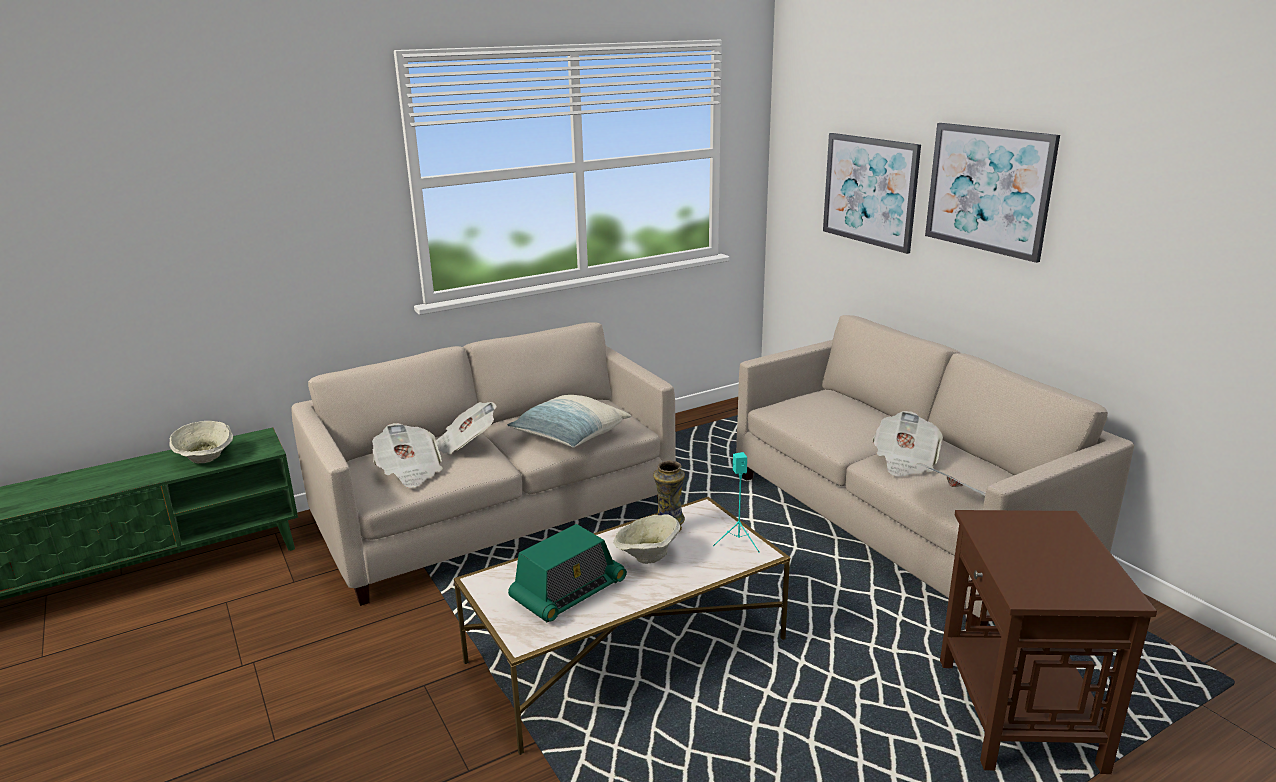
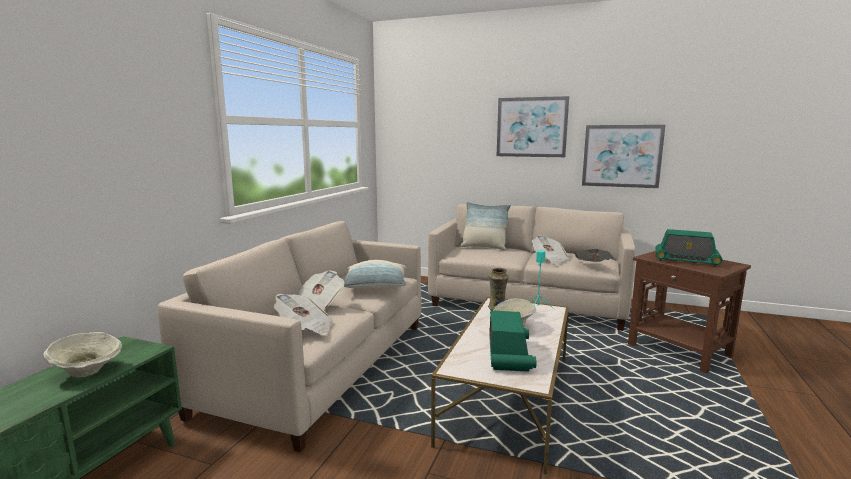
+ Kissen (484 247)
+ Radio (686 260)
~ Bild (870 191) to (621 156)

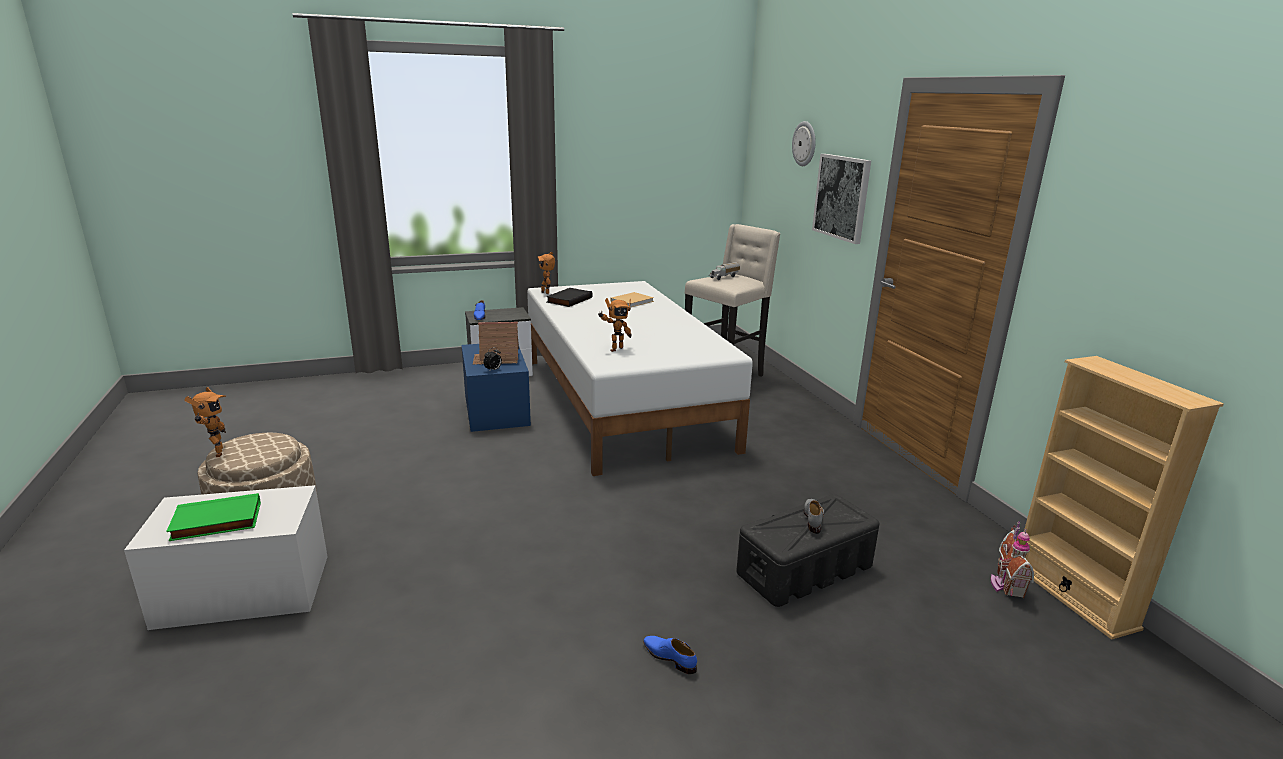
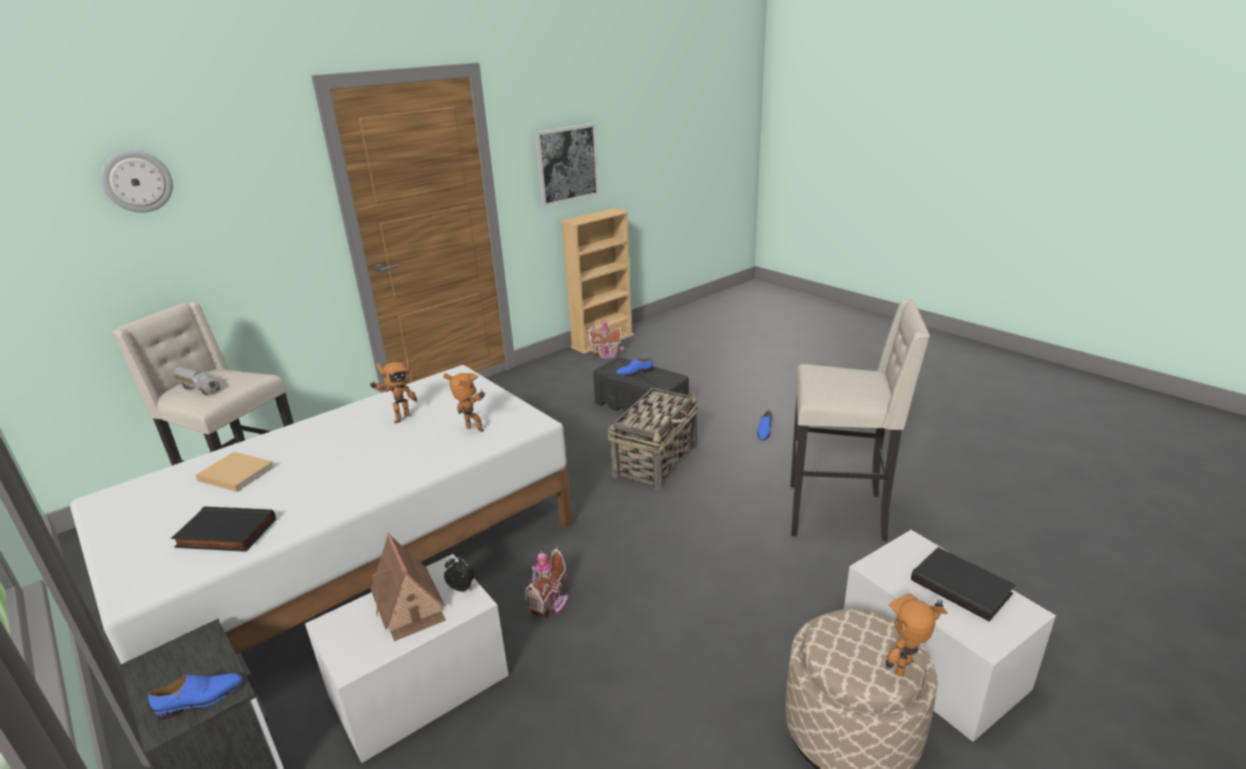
+ Spielzeughaus (551 603)
+ Korb (656 460)
+ Hocker [beige] (838 513)
~ Spielzeugroboter (546 292) to (400 418)
~ Bild (842 197) to (566 164)
~ Buch [grün] (216 522) to Buch [schwarz] (962 586)
~ Aufbewahrungsbox [blau] (496 409) to Aufbewahrungsbox [weiß] (418 685)
~ Schuh [grau] (813 518) to Schuh [blau] (634 372)

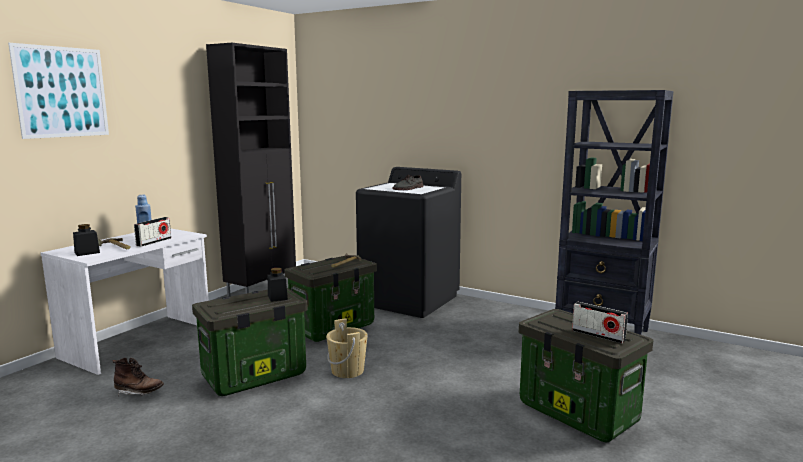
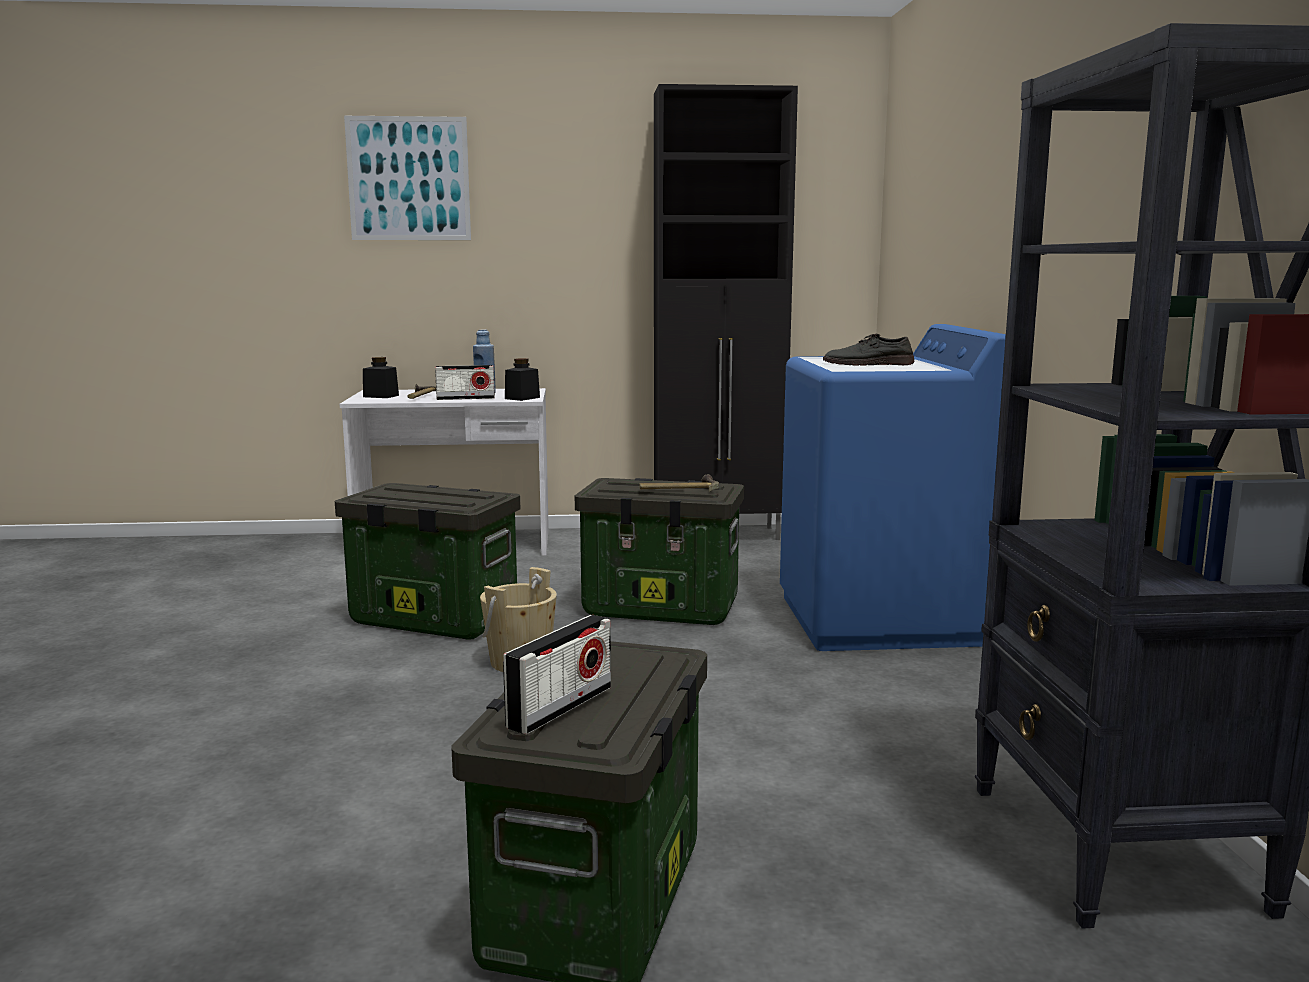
- Stiefel [braun] (139 392)
~ Vorratsglas [schwarz] (277 297) to (522 398)
~ Waschmaschine [schwarz] (409 300) to Waschmaschine [blau] (879 620)
~ Radio (598 335) = (560 707) 150 degrees counterclockwise

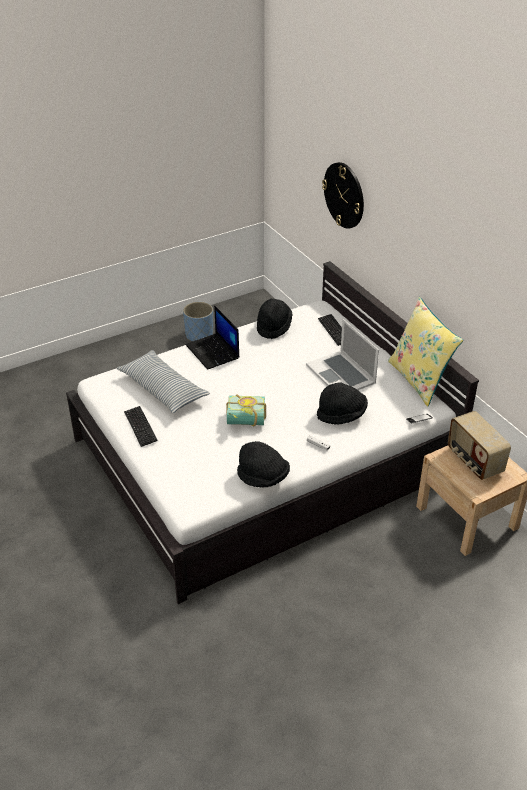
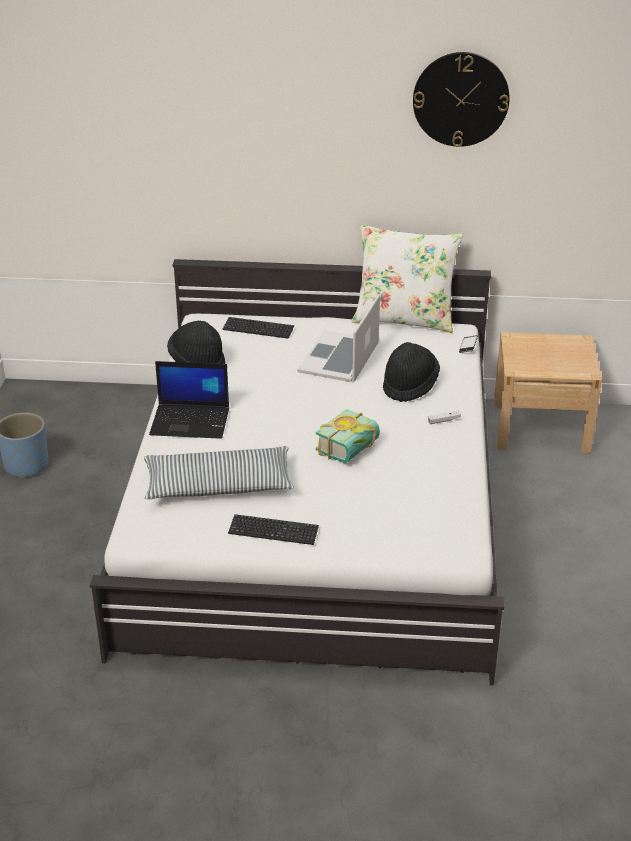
- Hut [schwarz] (263 477)
- Radio (474 461)
~ Wanduhr (344 195) to (460 99)
~ Kissen [gelb] (419 380) to Kissen [weiß] (404 319)
~ Laptop (341 374) = (339 357) 105 degrees clockwise

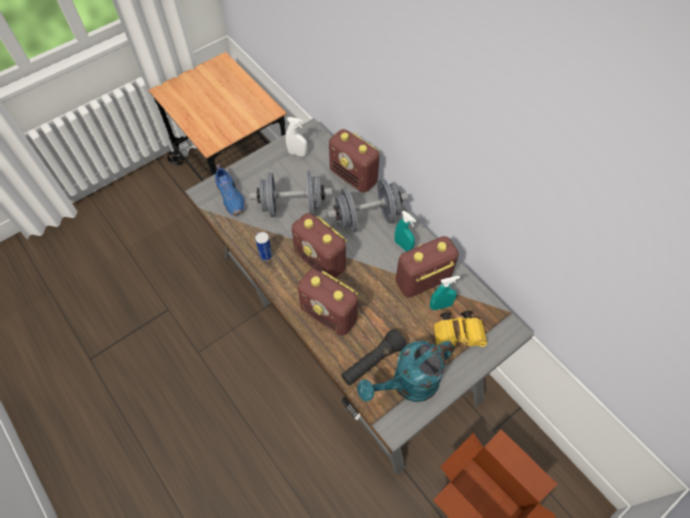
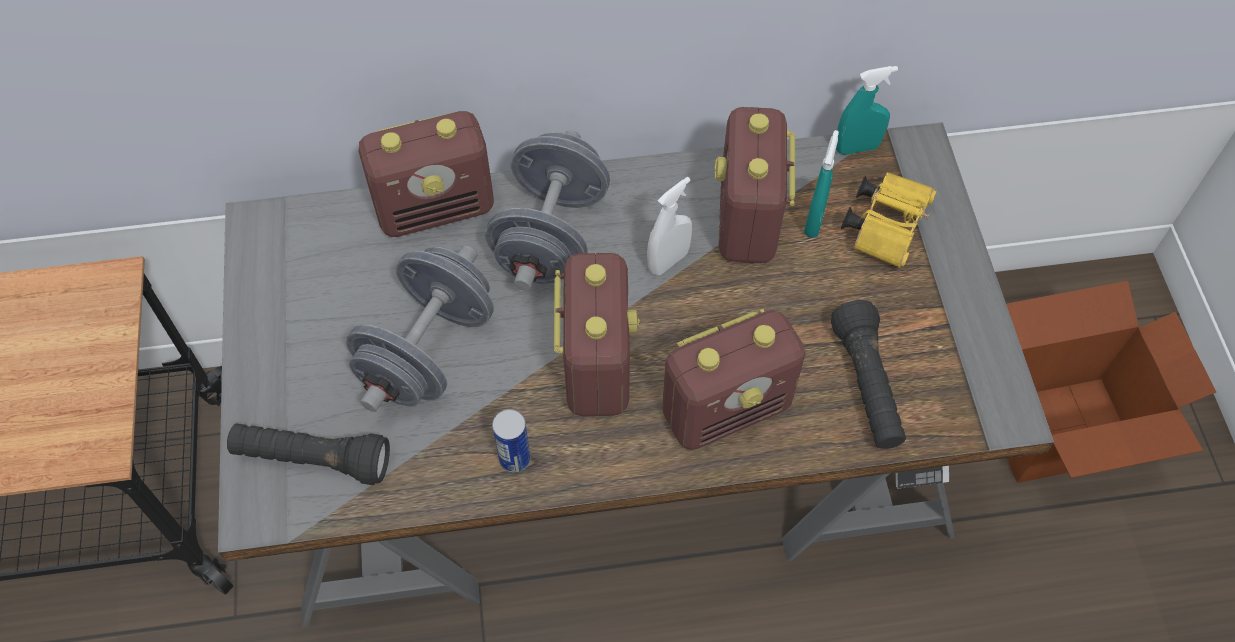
- Gießkanne [türkis] (408 384)
~ Sprühflasche [weiß] (297 153) to (668 261)
~ Sprühflasche [türkis] (403 245) to (857 148)
~ Schuh [blau] (231 197) to Taschenlampe [schwarz] (312 460)
~ Radio (321 261) = (596 364) 75 degrees counterclockwise

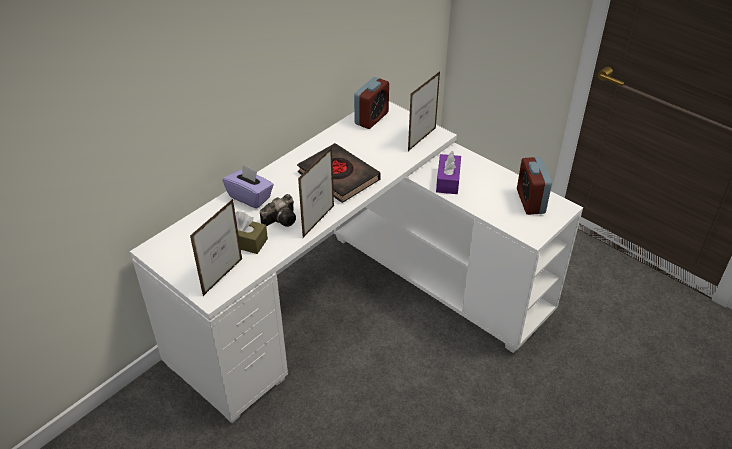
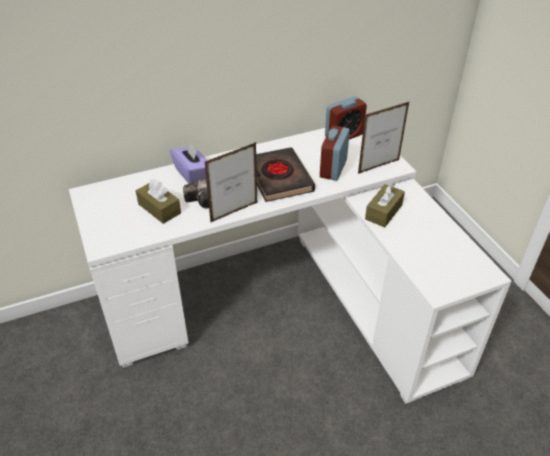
- Bilderrahmen (223 277)
~ Wecker (530 201) to (333 169)
~ Taschentuchbox [lila] (448 180) to Taschentuchbox [braun] (383 212)

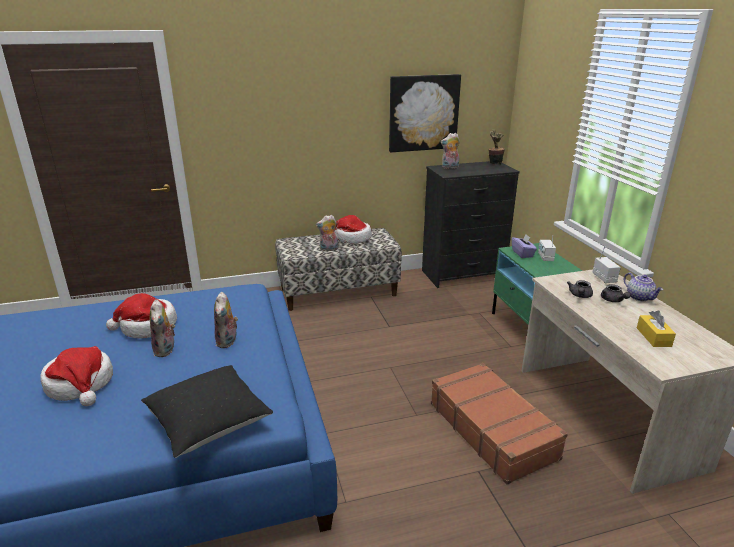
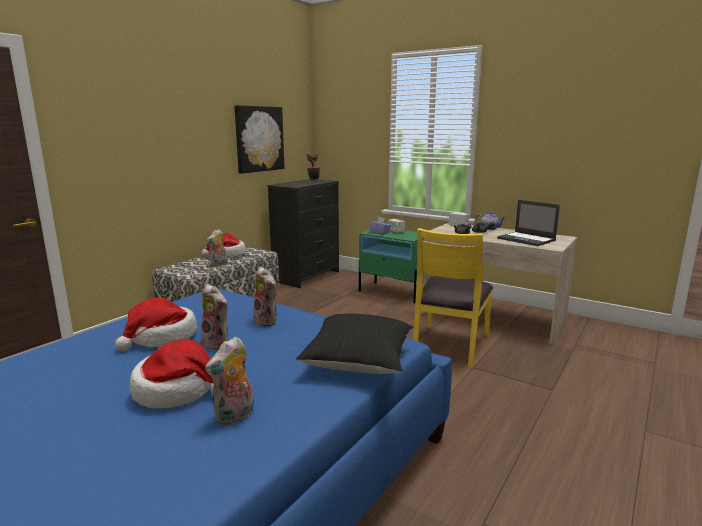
~ Plüschtier (450 167) to (235 416)
~ Koffer [braun] (492 429) to Stuhl [gelb] (449 345)
~ Taschentuchbox [gelb] (653 337) to Laptop (527 239)

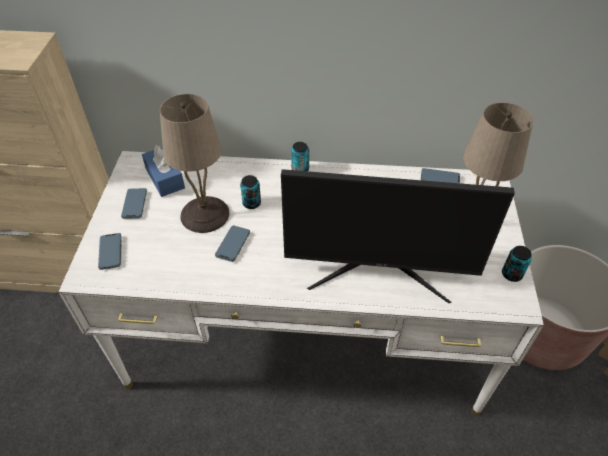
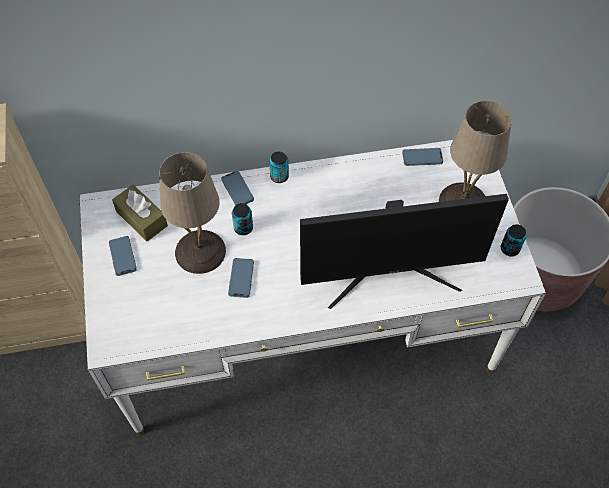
~ Handy (110 252) to (237 190)
~ Taschentuchbox [blau] (165 178) to Taschentuchbox [braun] (141 218)

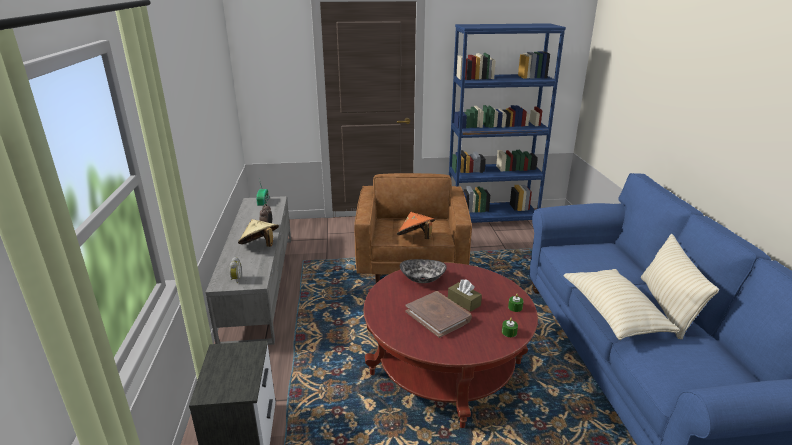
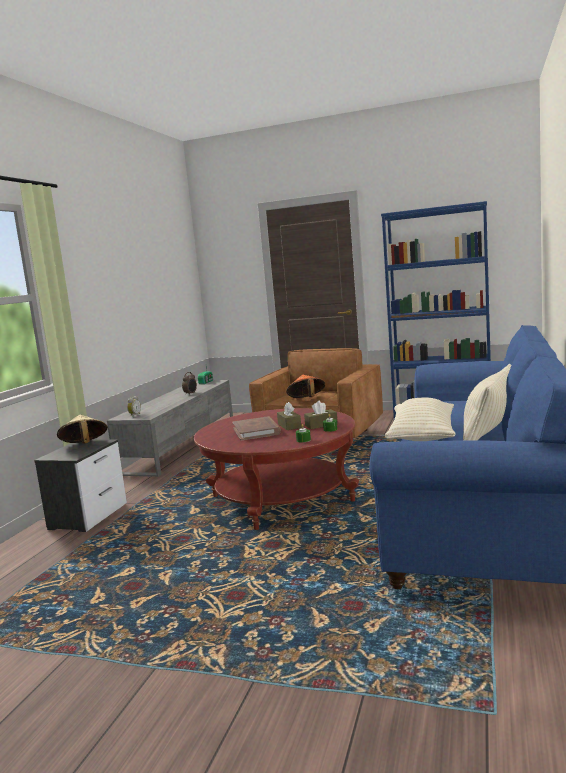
- Schüssel (422 279)
+ Taschentuchbox [braun] (321 425)
~ Hut [beige] (260 246) to (84 446)

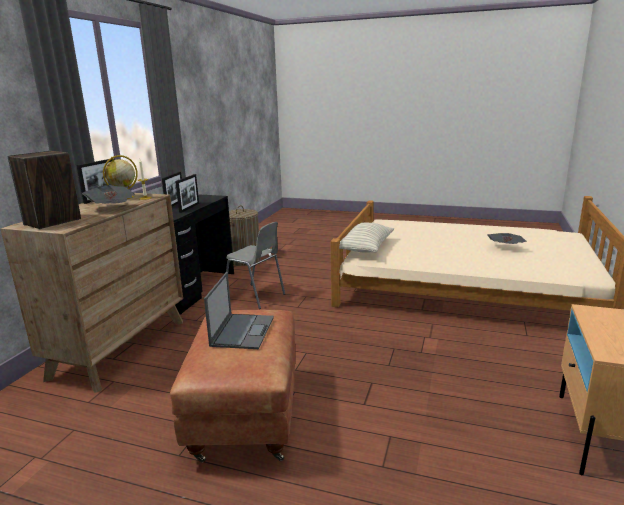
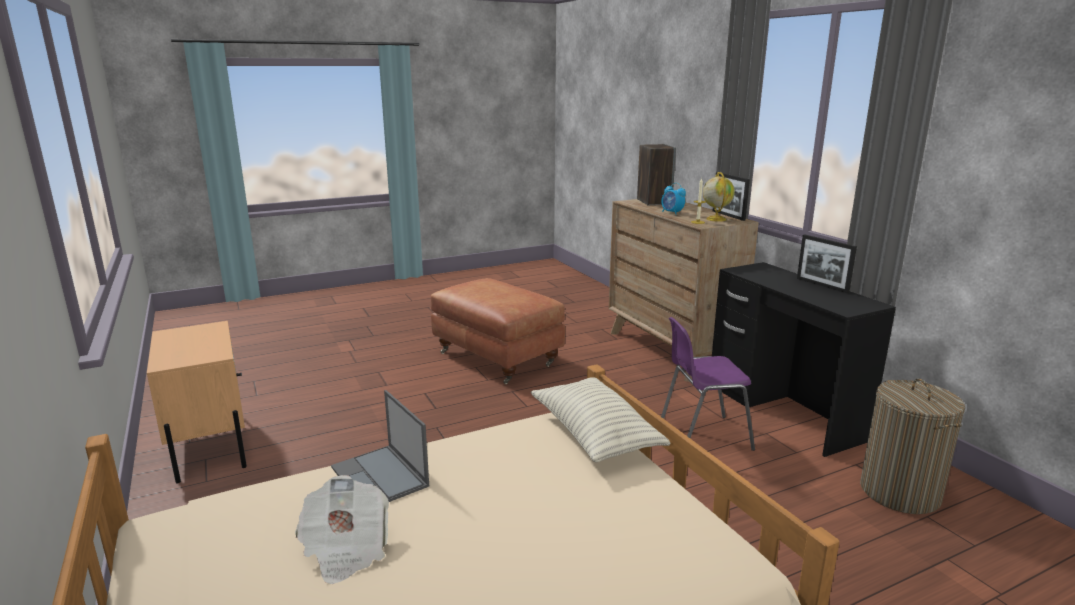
- Bilderrahmen (189 208)
~ Laptop (243 331) to (380 477)
~ Zeitung (112 208) to Wecker (672 213)
~ Stuhl [grau] (256 297) to Stuhl [lila] (702 436)

